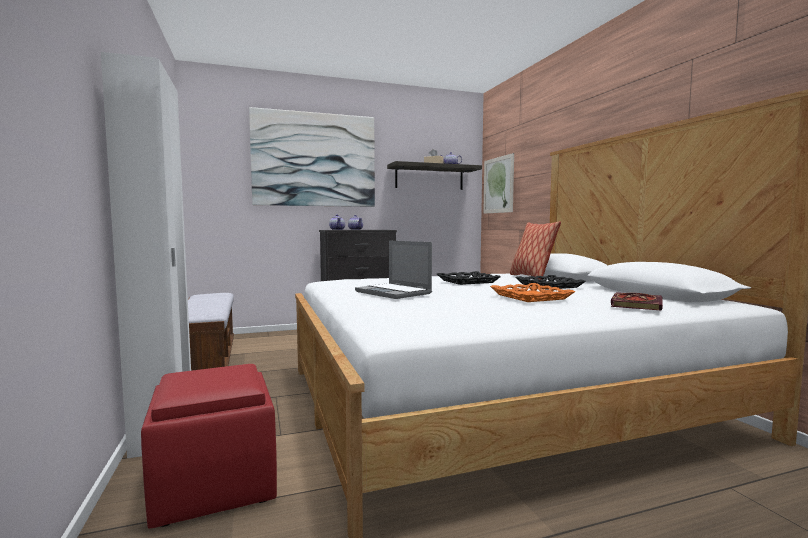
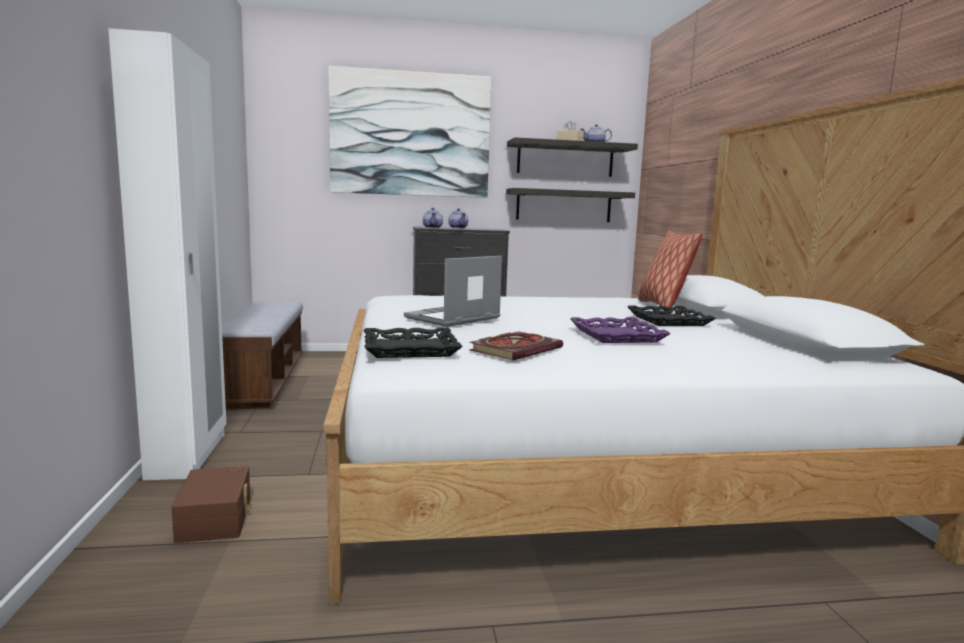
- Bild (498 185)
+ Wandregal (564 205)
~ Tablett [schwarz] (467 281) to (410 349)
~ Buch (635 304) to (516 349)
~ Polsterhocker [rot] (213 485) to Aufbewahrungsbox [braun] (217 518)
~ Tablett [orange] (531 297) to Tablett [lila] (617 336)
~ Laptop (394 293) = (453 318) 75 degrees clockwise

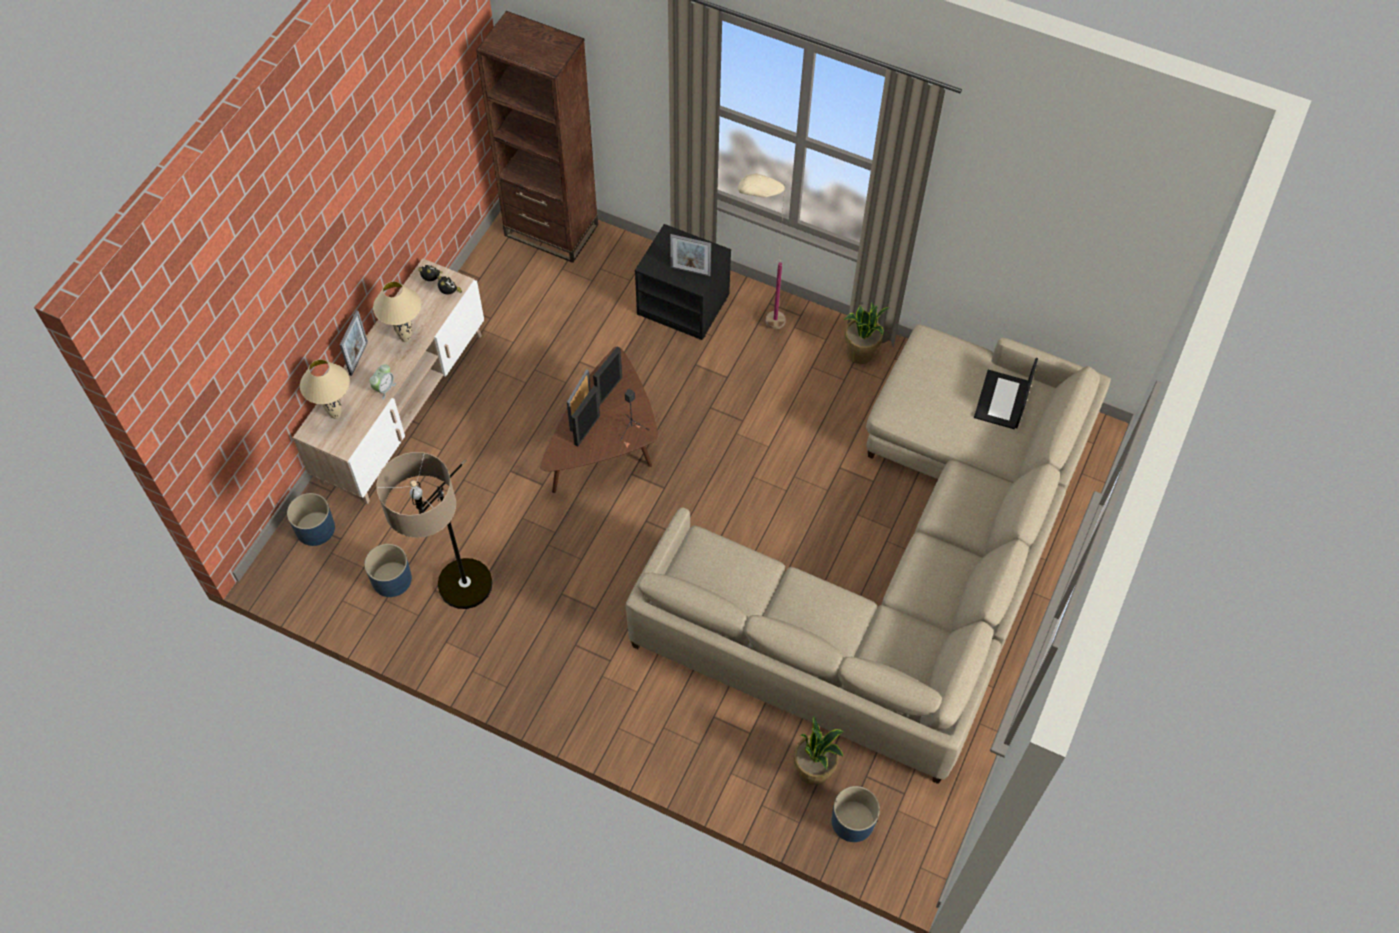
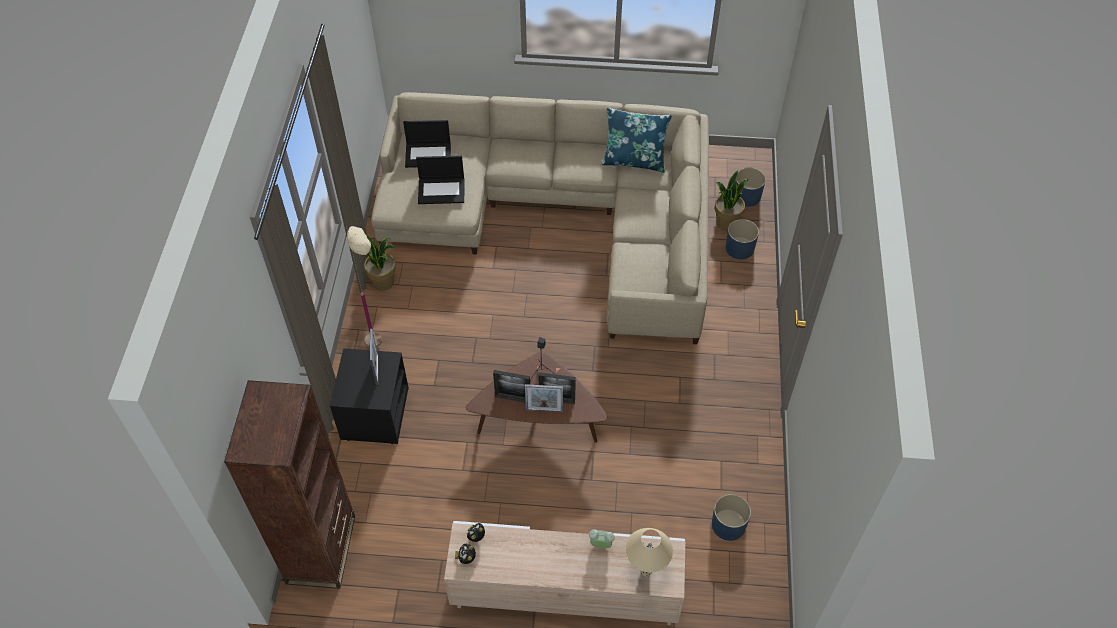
- Bilderrahmen (358 358)
- Tischlampe [beige] (405 338)
- Stehlampe (459 604)
+ Laptop (442 190)
+ Kissen [blau] (634 160)
~ Pflanzkübel [blau] (315 528) to (739 248)

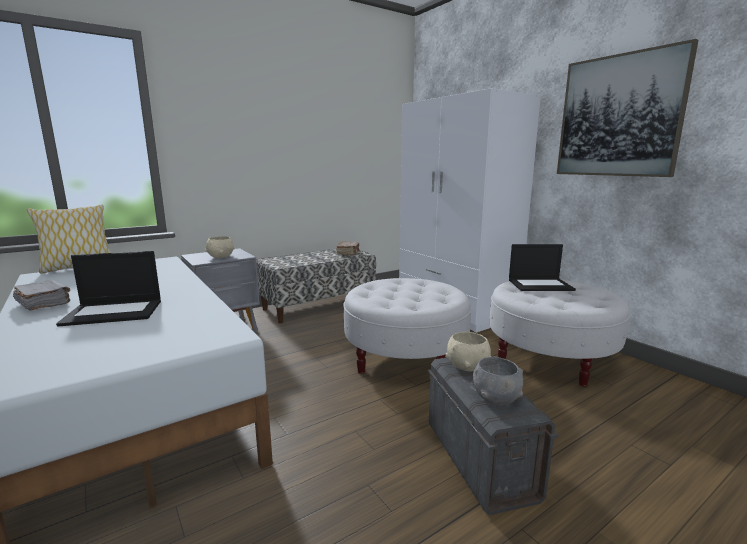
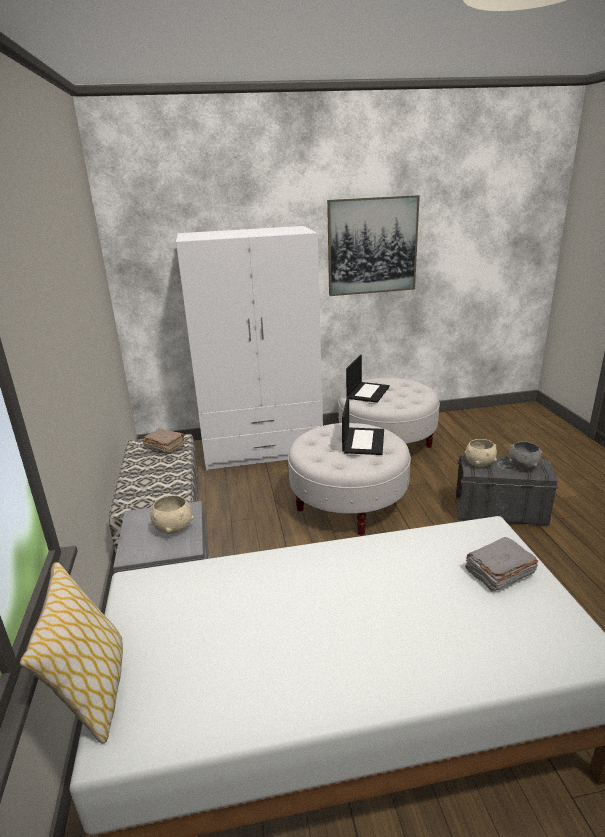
~ Buch [grau] (44 304) to (498 573)
~ Laptop (115 312) to (363 441)

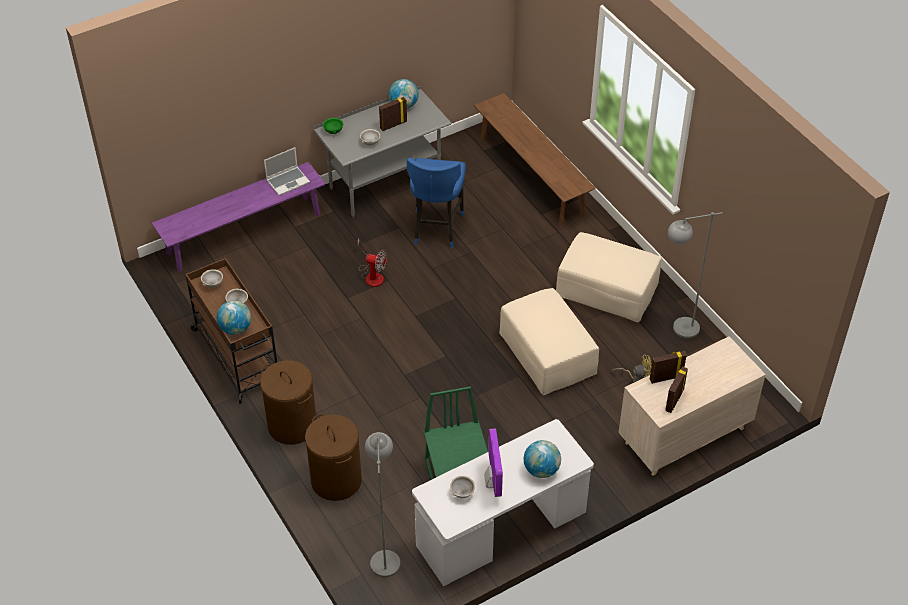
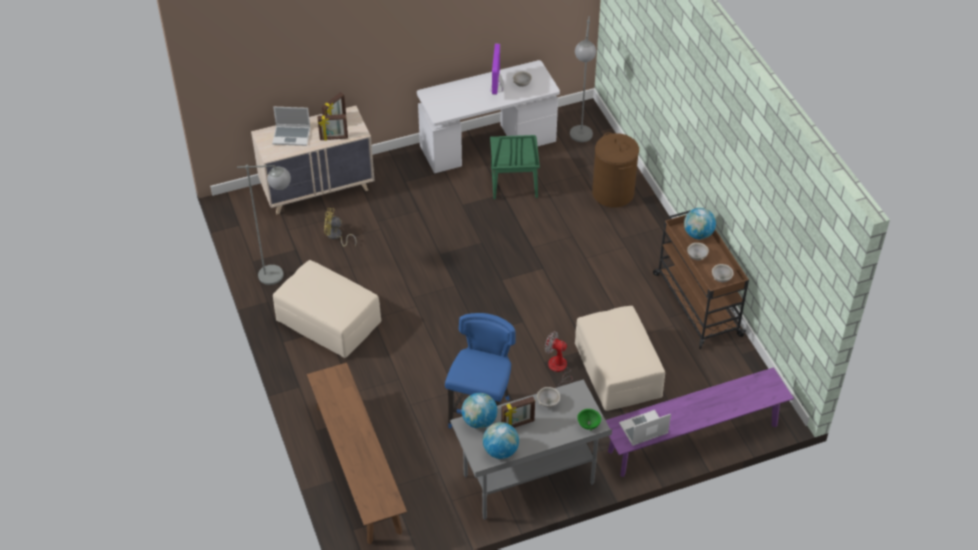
- Wäschekorb [braun] (292 425)
+ Laptop (292 136)
~ Polsterhocker [beige] (547 354) to (617 370)
~ Globus (541 470) to (479 421)

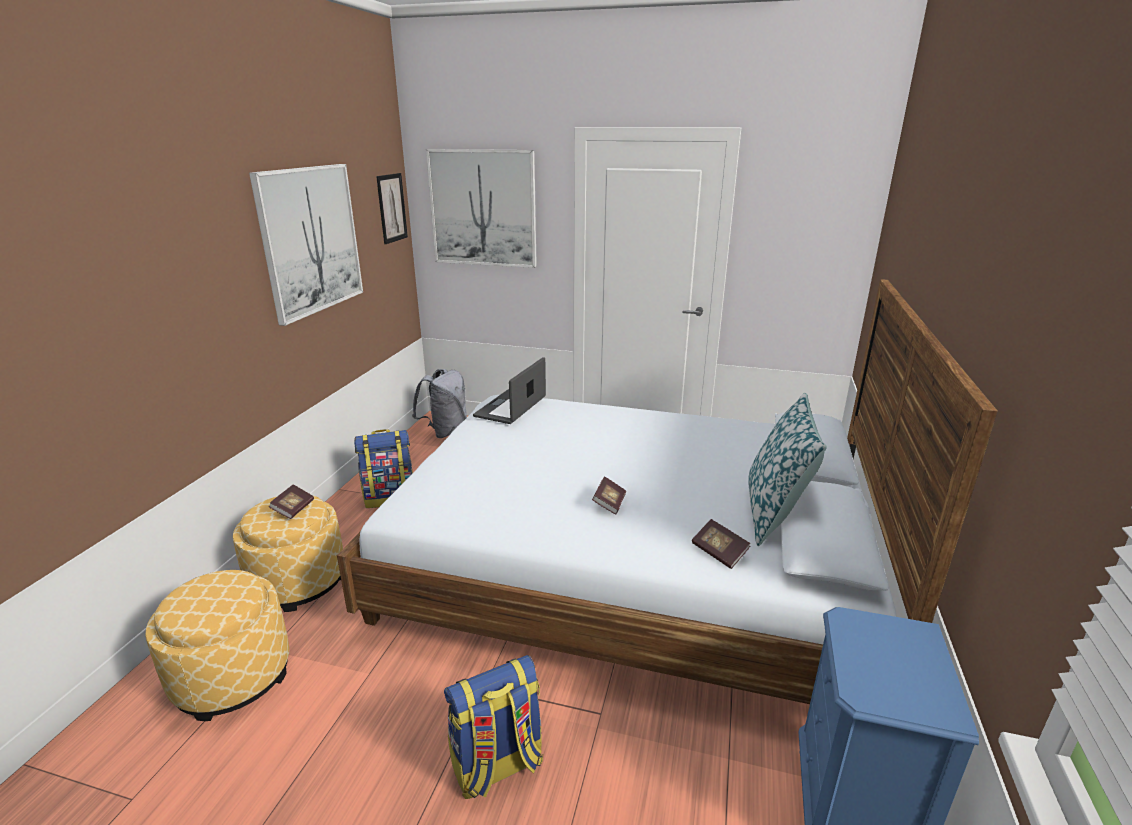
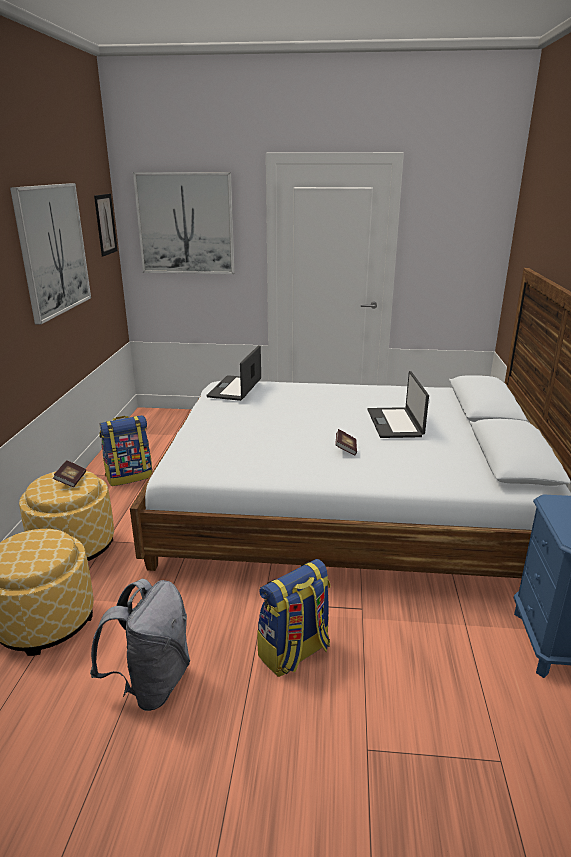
- Buch (719 552)
- Kissen (774 513)
+ Laptop (395 423)
~ Rucksack [grau] (445 431) to (151 684)

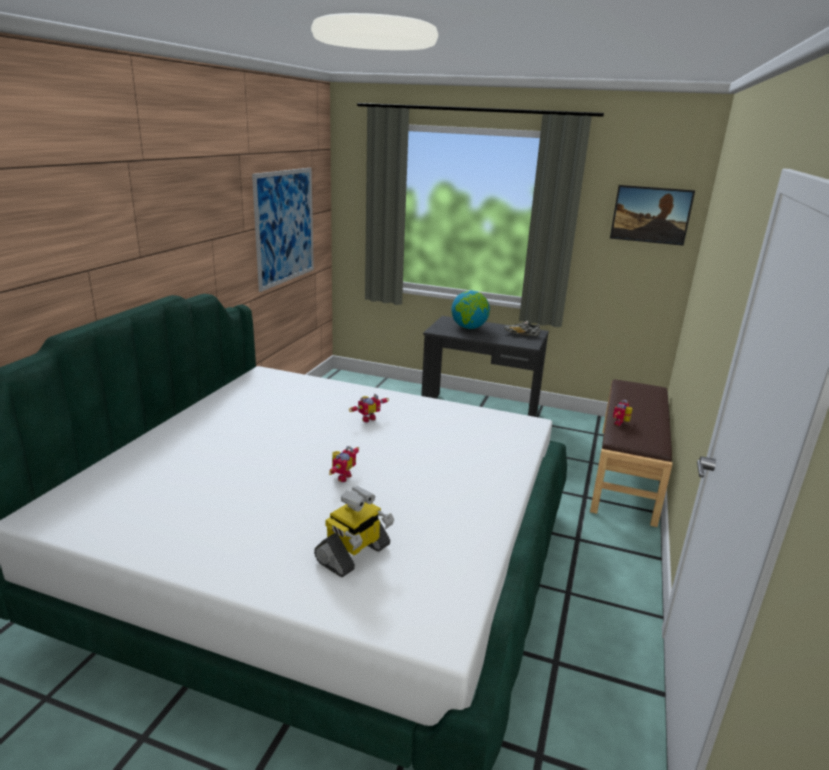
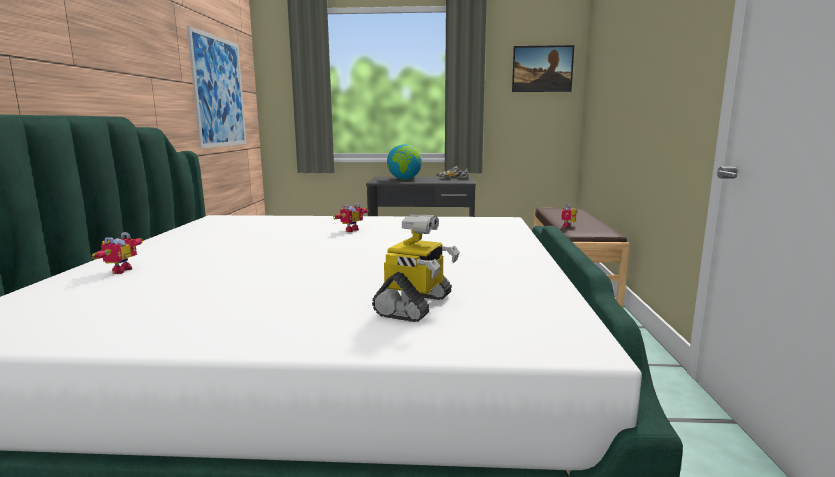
~ Spielzeugroboter (341 476) to (118 270)

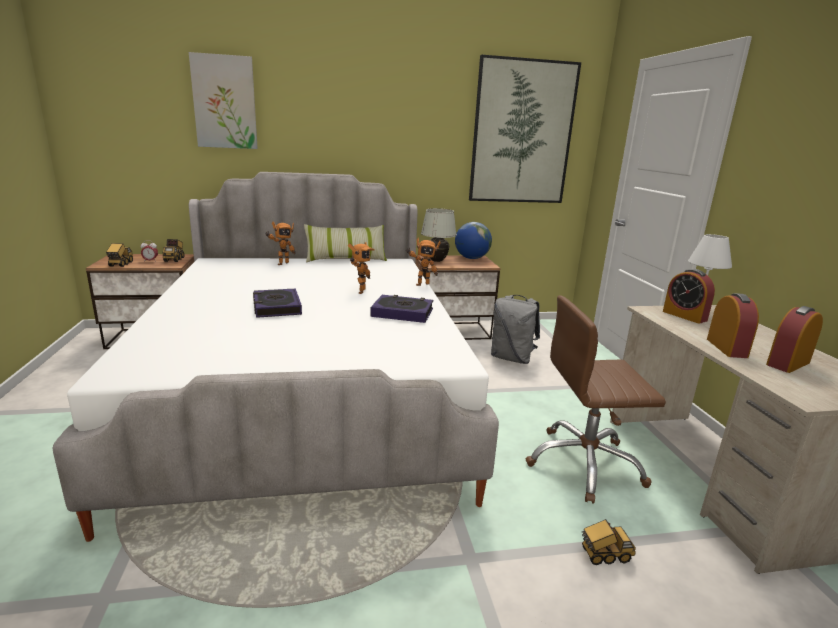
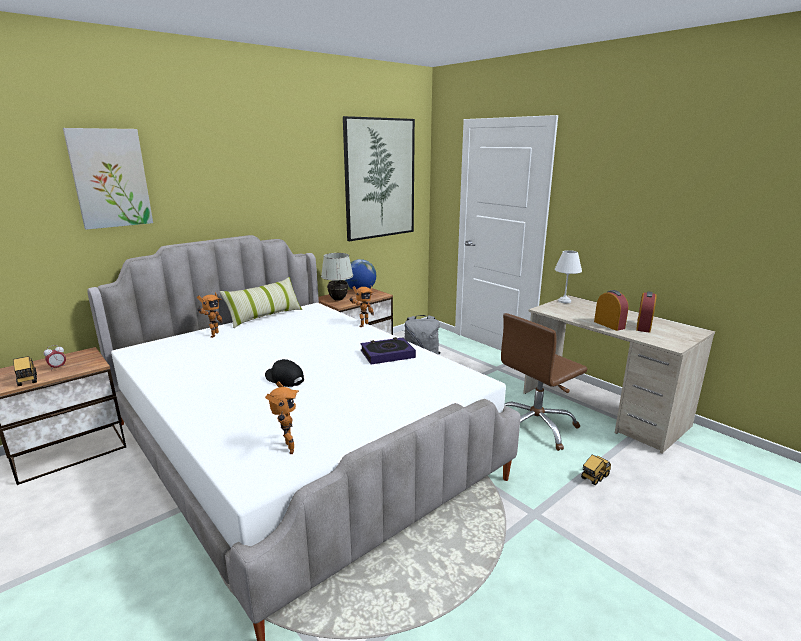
- Spielzeuglaster (174 259)
- Wecker (684 316)
~ Spielzeugroboter (359 291) to (286 449)
~ Buch (276 307) to Kappe [schwarz] (284 379)

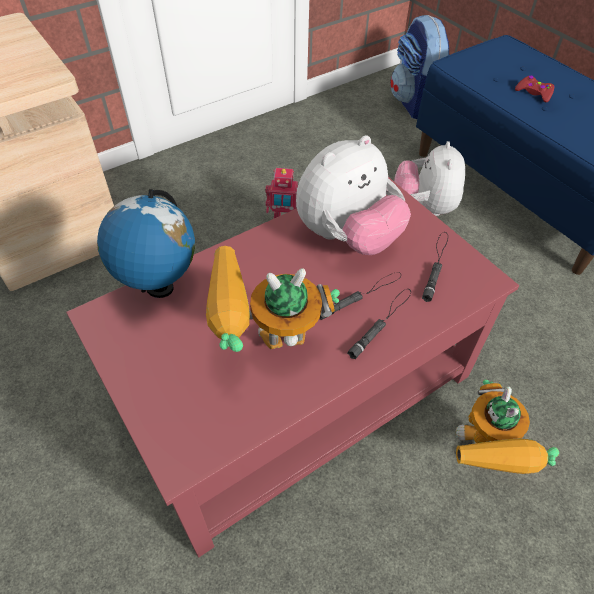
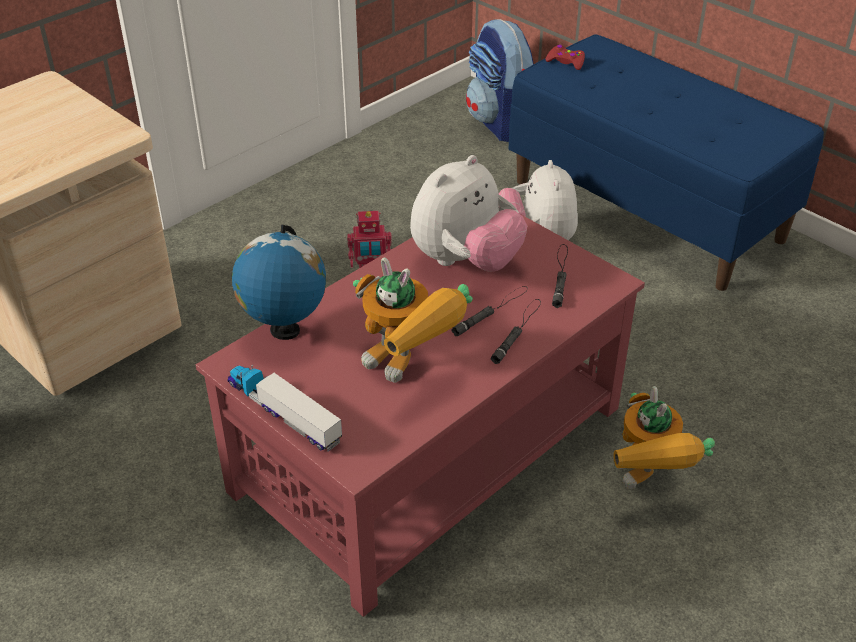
+ Spielzeuglaster (283 413)
~ Gamepad [rot] (534 93) to (566 62)
~ Spielzeugroboter (265 350) = (410 369) 120 degrees counterclockwise

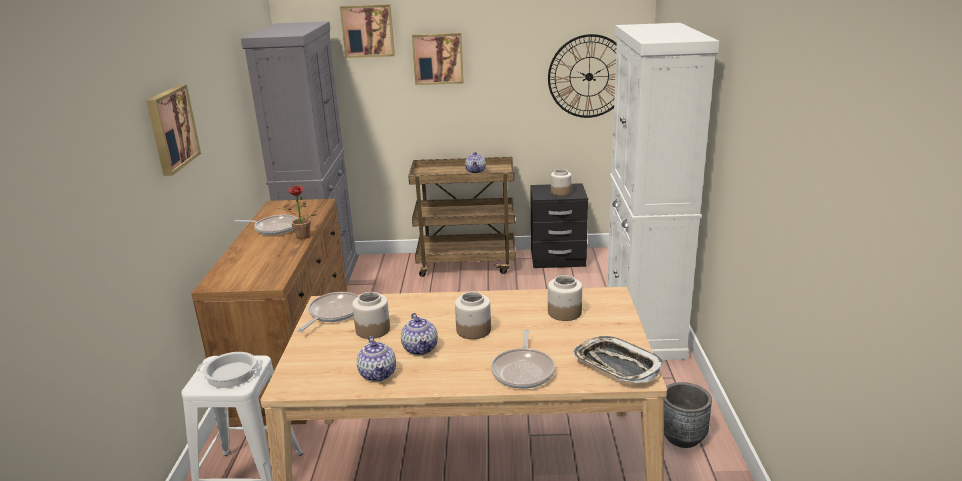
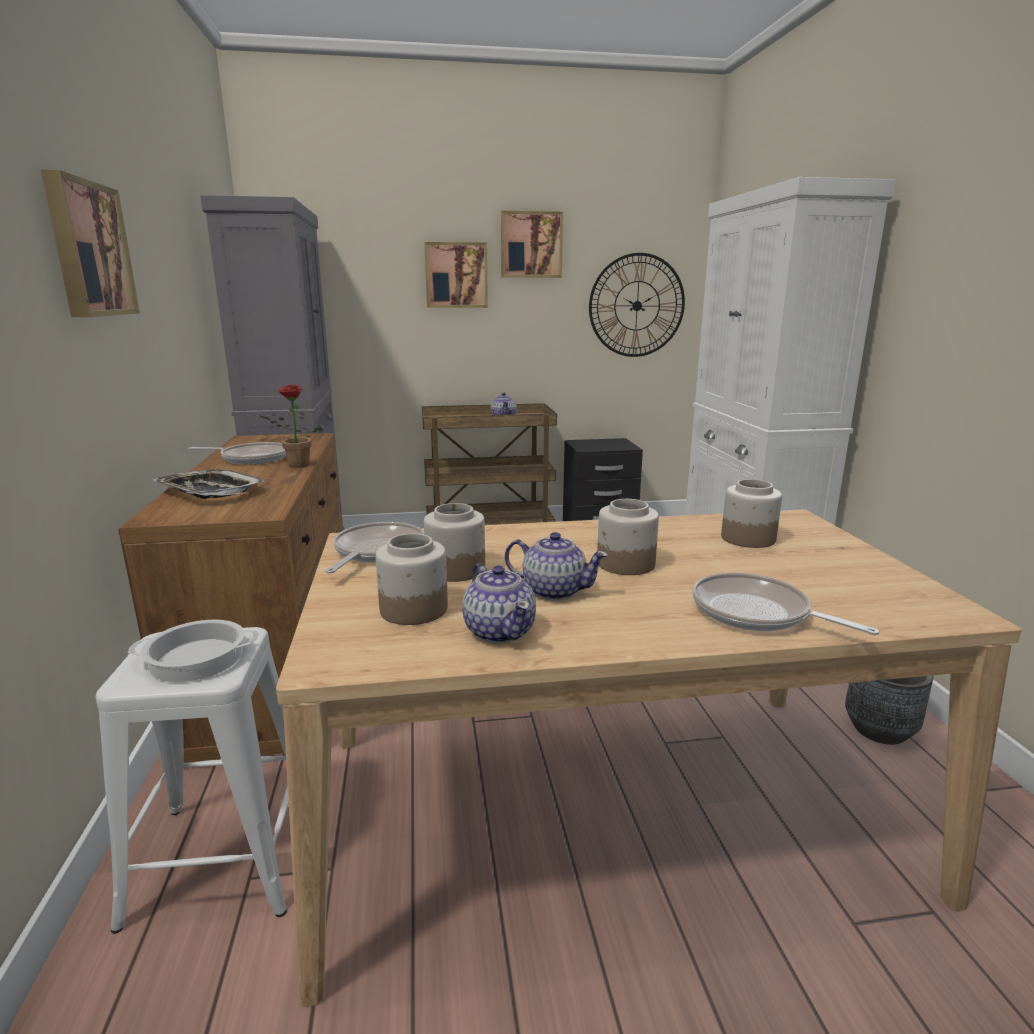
~ Bild (368 30) to (531 245)
~ Vorratsglas (560 192) to (413 610)
~ Tablett (616 365) to (209 491)
~ Teekanne (420 348) = (553 591) 45 degrees counterclockwise
~ Pfanne (523 370) = (756 613) 135 degrees clockwise

